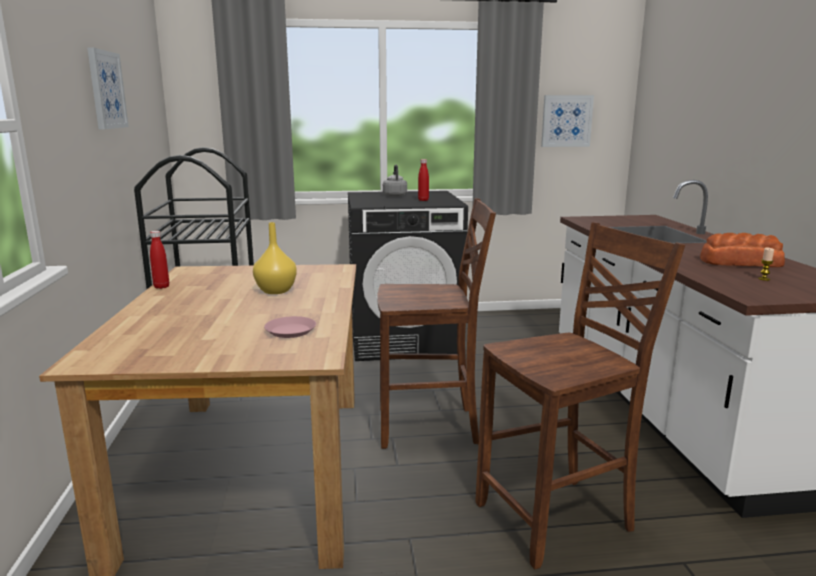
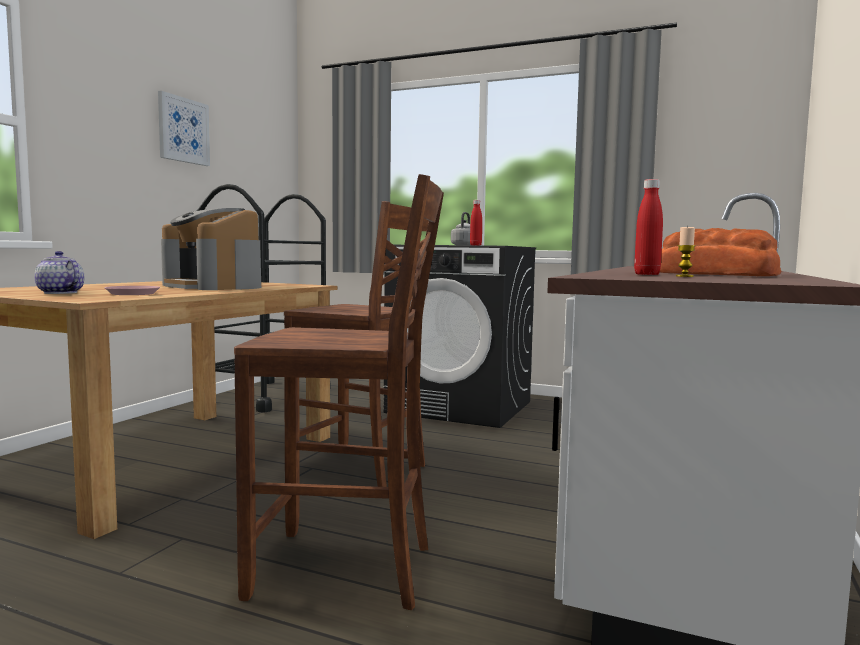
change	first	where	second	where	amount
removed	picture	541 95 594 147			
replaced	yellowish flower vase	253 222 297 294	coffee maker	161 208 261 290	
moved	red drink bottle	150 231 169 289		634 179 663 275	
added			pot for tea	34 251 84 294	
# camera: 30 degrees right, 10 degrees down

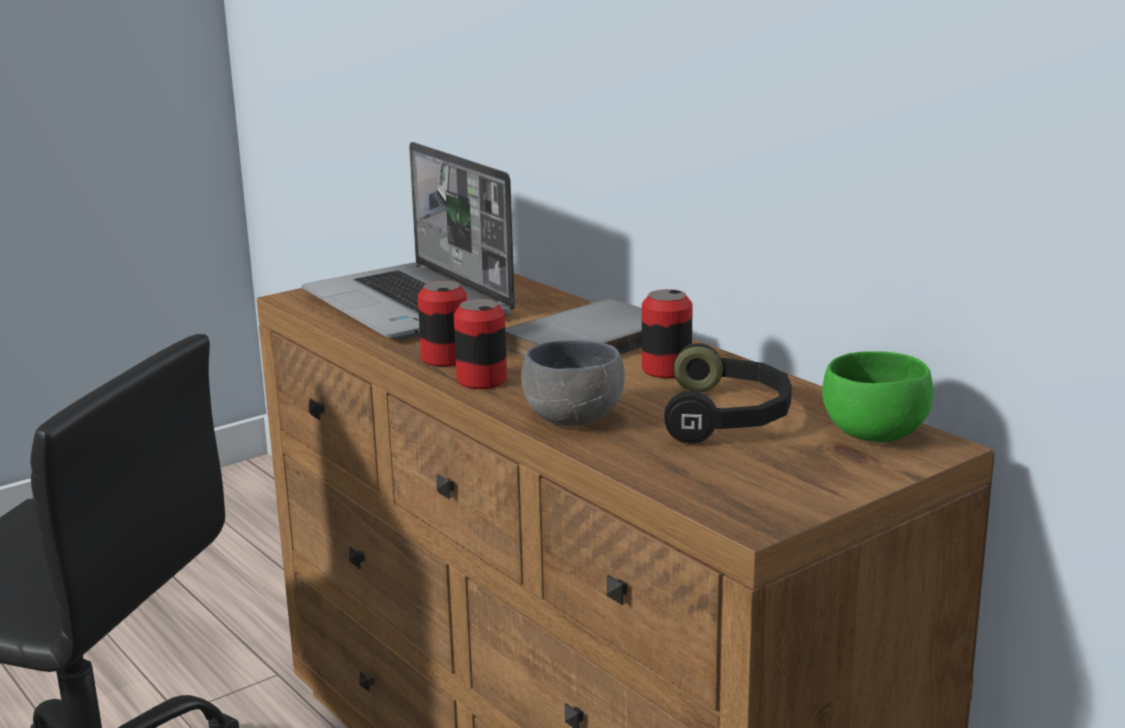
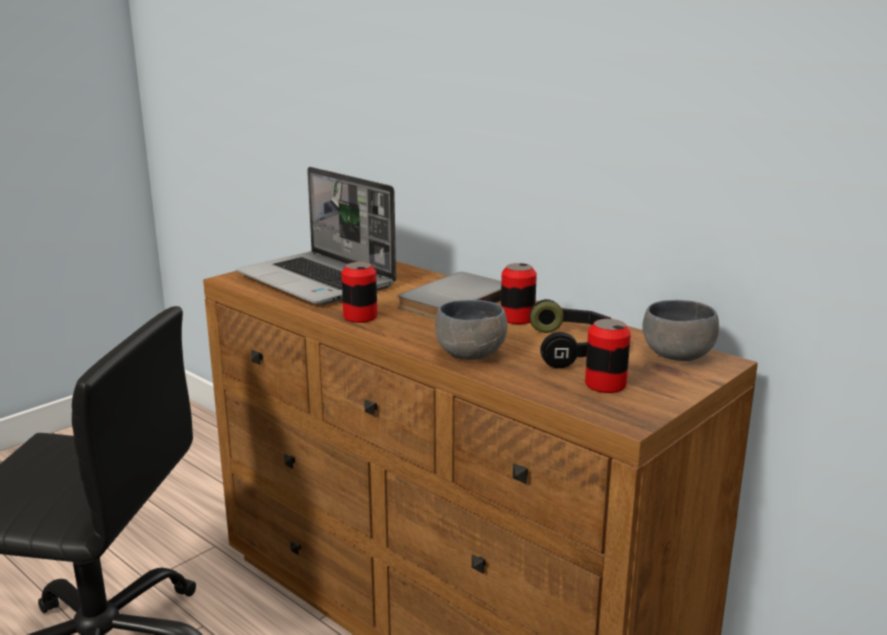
change	first	where	second	where	amount
moved	metal can	454 299 507 389		585 319 631 393	
recoloured	green-coloured serving bowl	822 351 933 442	greyish serving bowl	642 300 719 361	
# camera: 10 degrees left, 0 degrees up

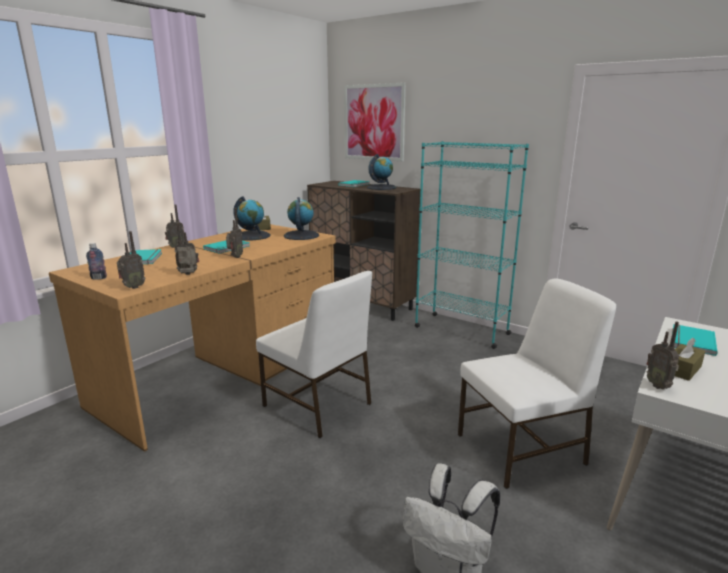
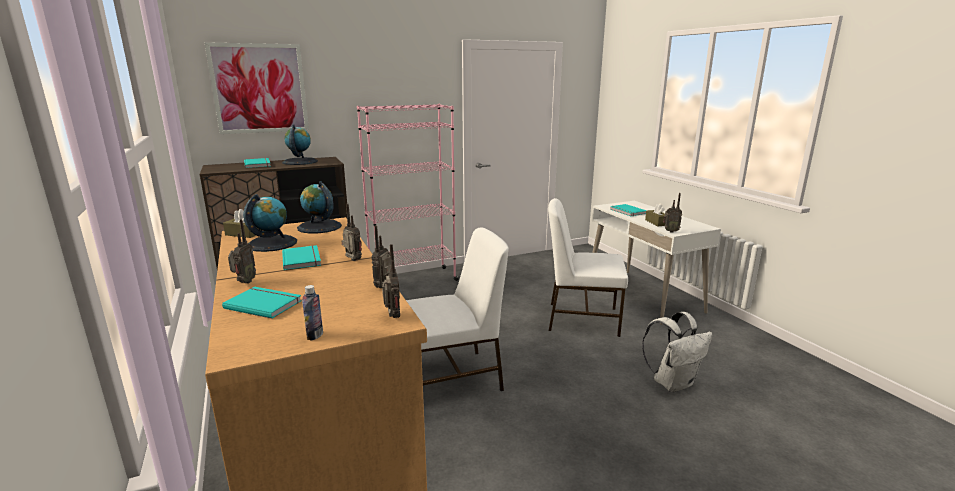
change	first	where	second	where	amount
recoloured	turquoise shelving unit	415 141 529 349	pink shelving unit	357 104 459 281	
turned	white-coloured chair	458 278 616 489		548 198 628 337	90 degrees counterclockwise
# camera: 60 degrees left, 0 degrees up

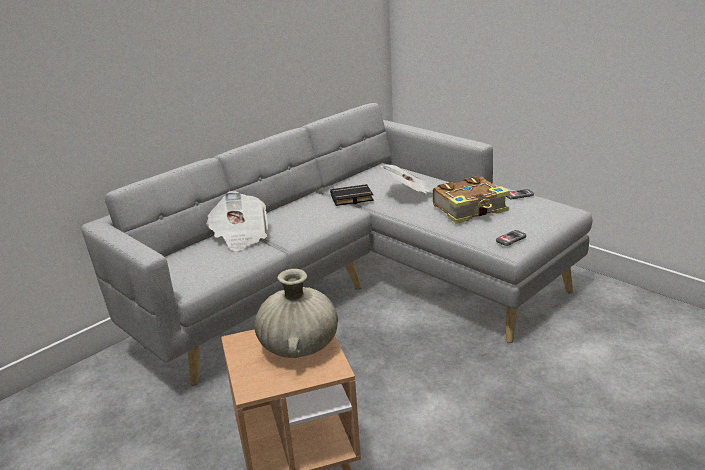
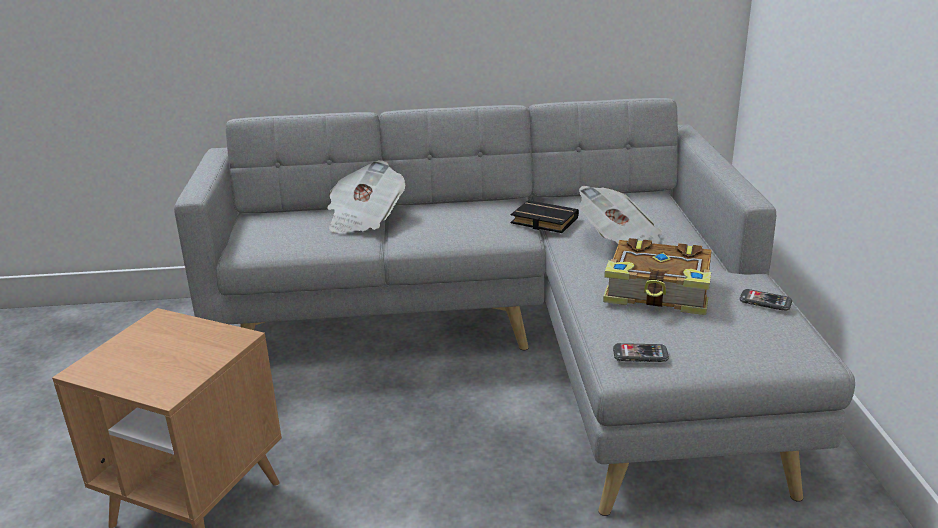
change	first	where	second	where	amount
removed	beige flower vase	254 269 338 358			
# camera: 40 degrees right, 0 degrees up

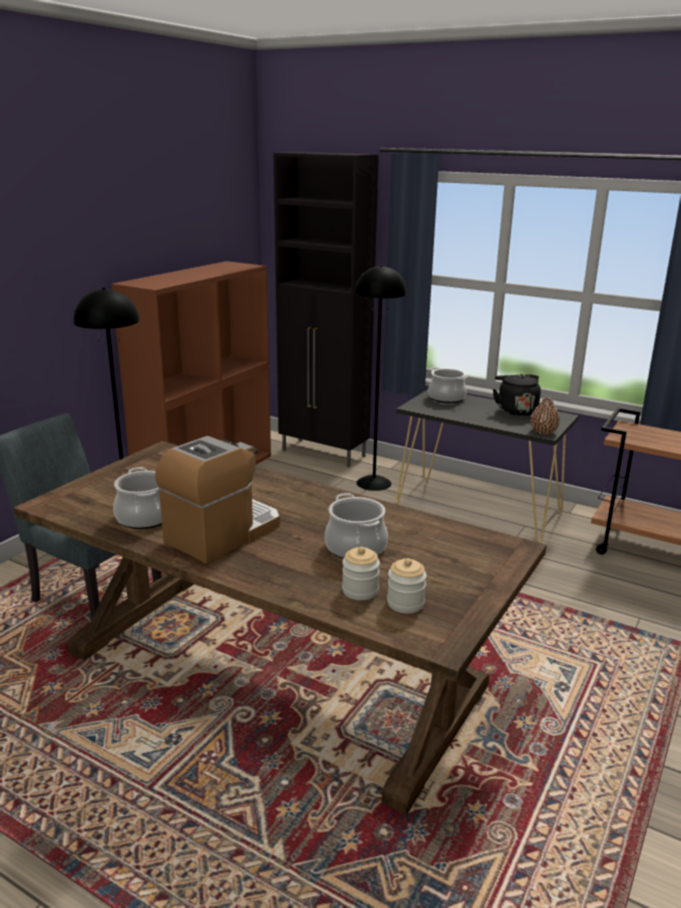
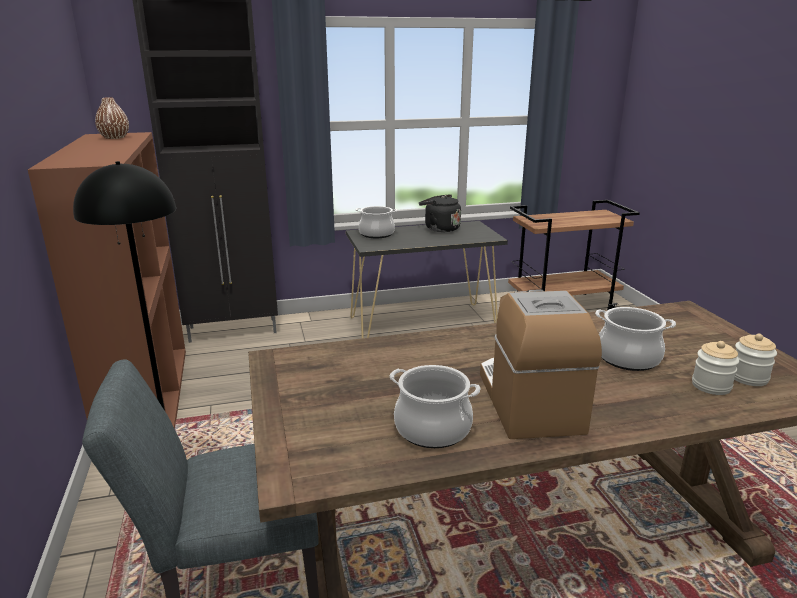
change	first	where	second	where	amount
removed	black-coloured floor lamp	354 265 407 491			
moved	brown flower vase	531 398 560 435		95 97 129 139	
# camera: 45 degrees left, 0 degrees up

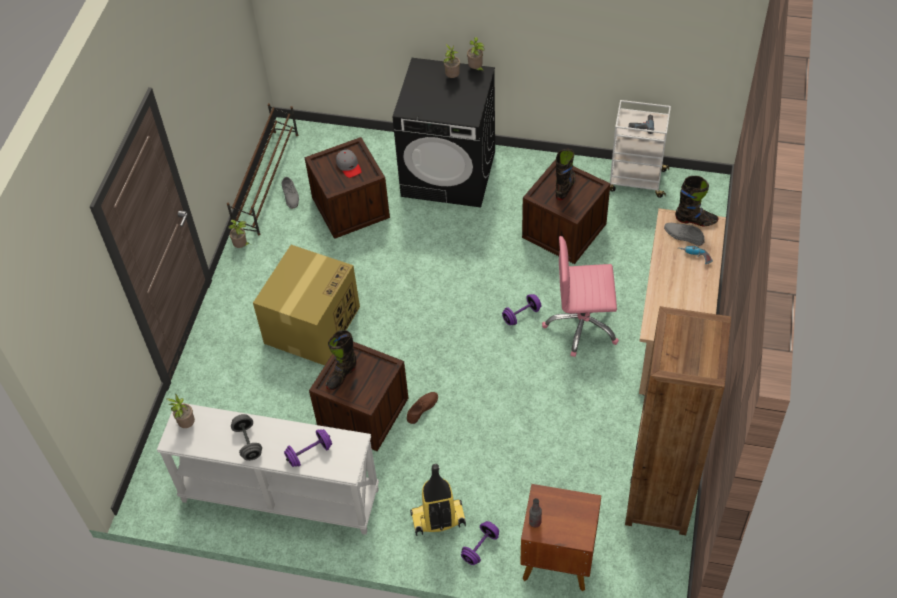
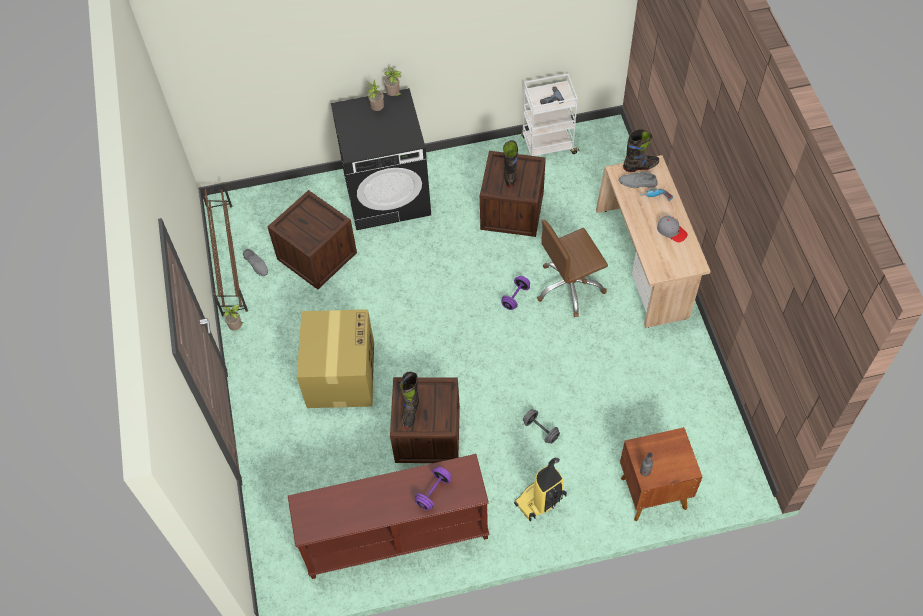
change	first	where	second	where	amount
moved	greyish cap	336 149 362 178		657 216 687 243	
recoloured	pink desk chair	542 236 619 357	brown desk chair	537 220 608 317	
removed	brown shelving unit	625 306 731 535			
removed	brown shoe	407 392 438 424			
removed	plant in a pot	166 393 195 428			
recoloured	white-coloured narrow table	157 403 379 535	brown narrow table	288 454 489 579	
moved	greyish dumbbell	231 414 262 461		523 409 560 444	
removed	purple dumbbell	461 521 499 565			
# camera: 25 degrees left, 5 degrees up

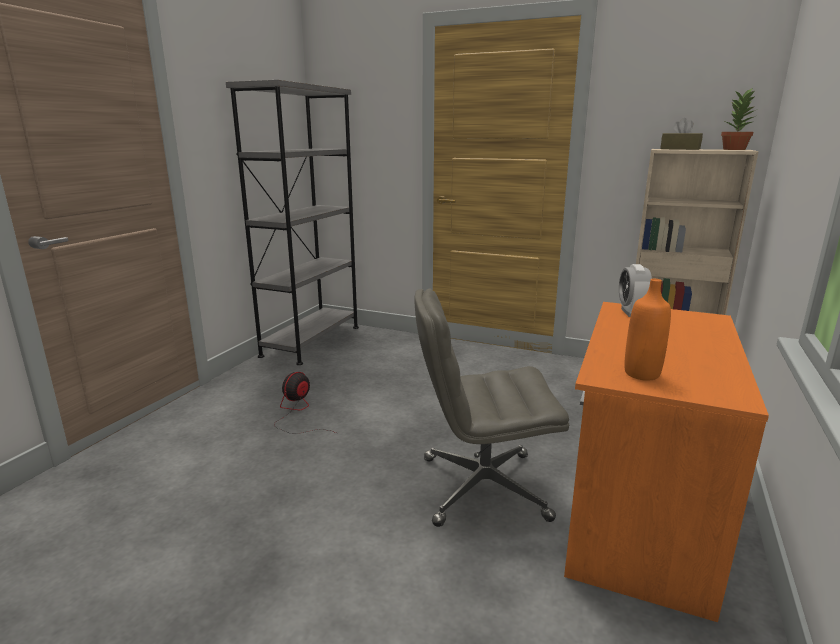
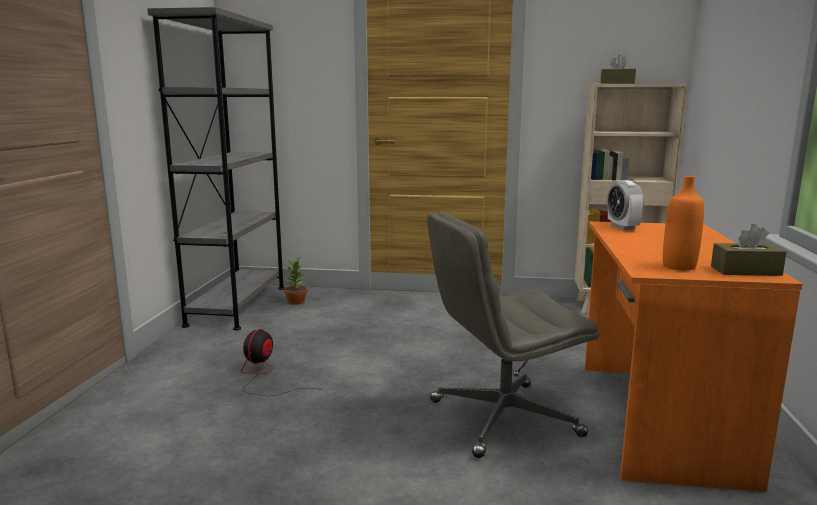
change	first	where	second	where	amount
moved	plant in a pot	721 89 756 150		284 256 307 305	
added			brown tissue holder	711 224 787 276	
# camera: 15 degrees left, 5 degrees down

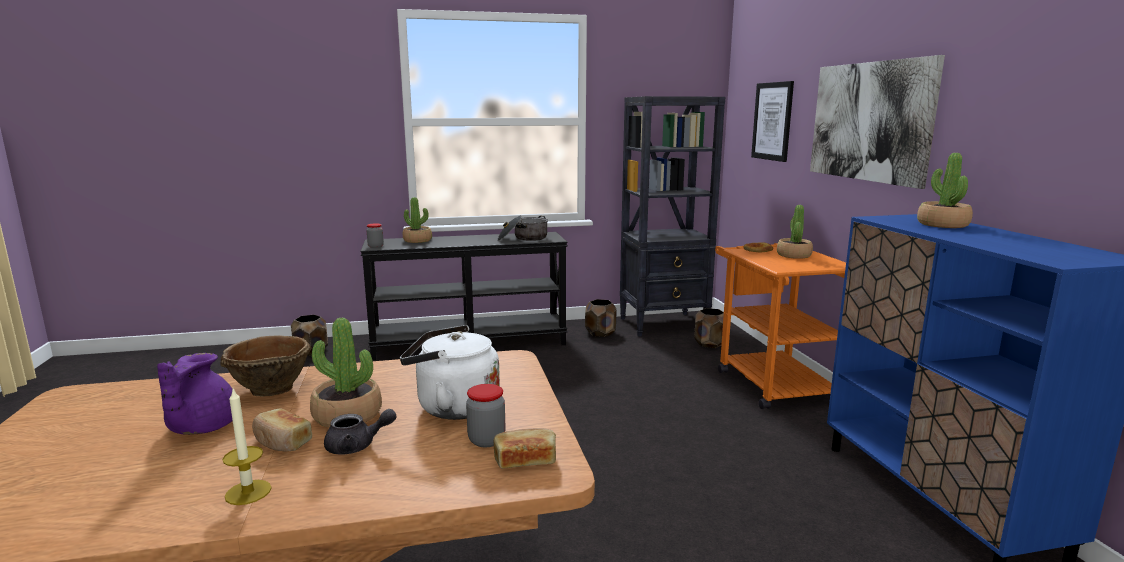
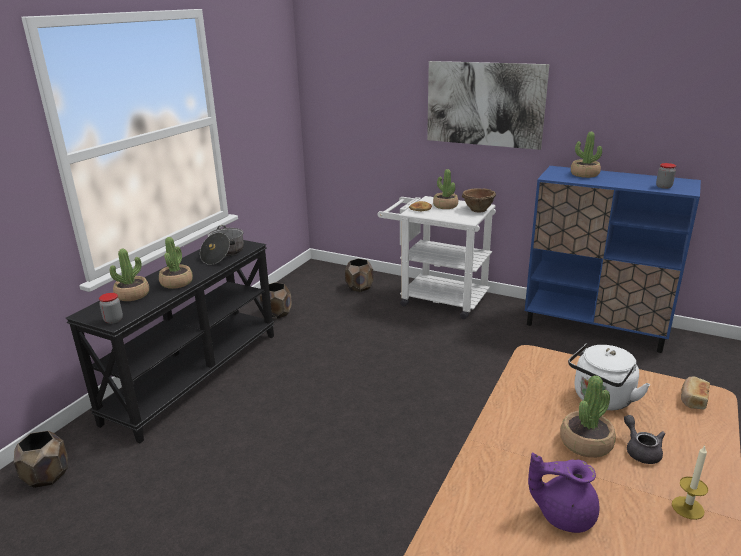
change	first	where	second	where	amount
removed	picture	751 81 794 162			
removed	black-coloured shelving unit	620 96 725 337			
recoloured	orangey wheeled cart	715 243 846 409	white-coloured wheeled cart	377 196 496 319	
moved	brown serving bowl	221 335 311 397		462 188 496 212	
turned	purple pot for tea	157 353 233 435		528 453 599 533	150 degrees clockwise
moved	jar	466 384 506 447		656 163 676 189	
removed	baked bread	252 408 312 452			
turned	greyish pot for tea	324 409 396 454		624 415 665 464	45 degrees counterclockwise
added			plant in a pot	159 237 193 289	
# camera: 50 degrees left, 10 degrees up

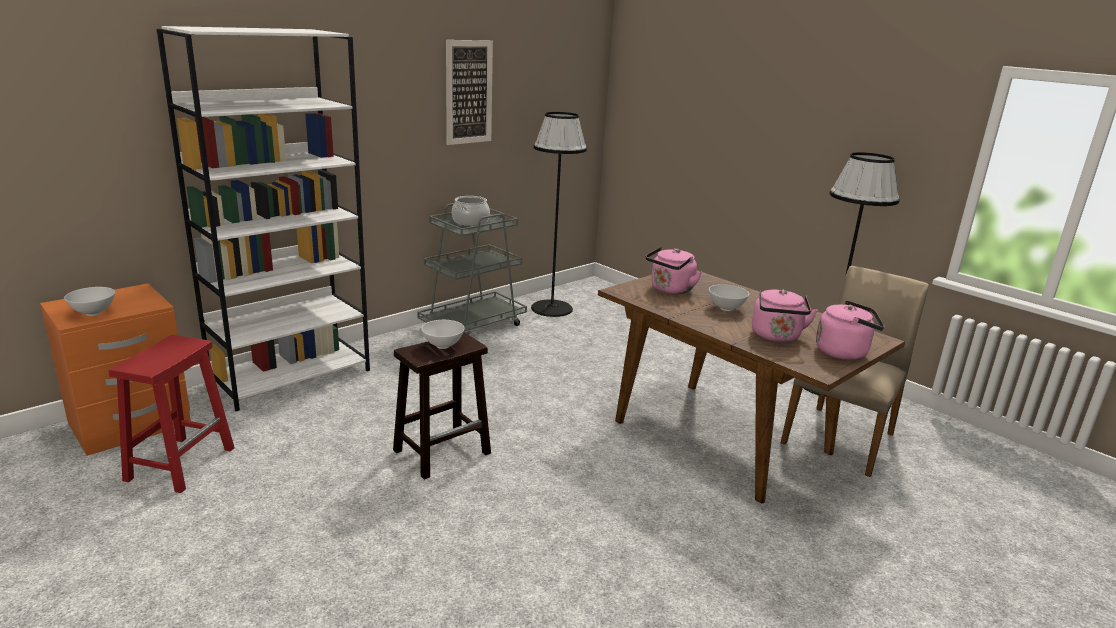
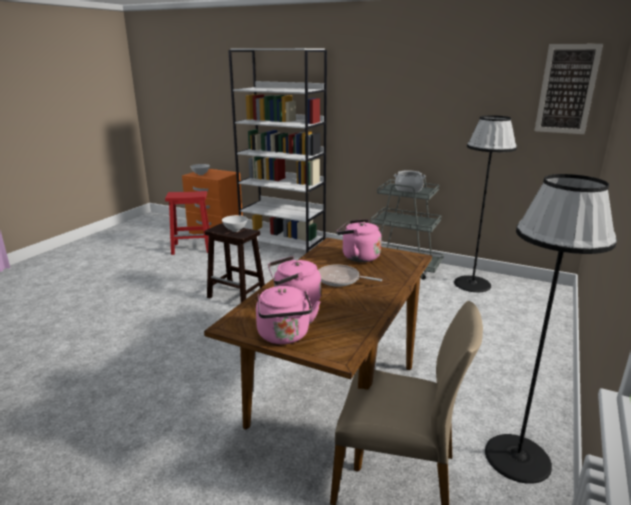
change	first	where	second	where	amount
moved	picture	446 40 493 145		534 44 603 134	
replaced	white-coloured serving bowl	709 284 749 311	skillet	318 264 382 287	
# camera: 70 degrees right, 0 degrees up

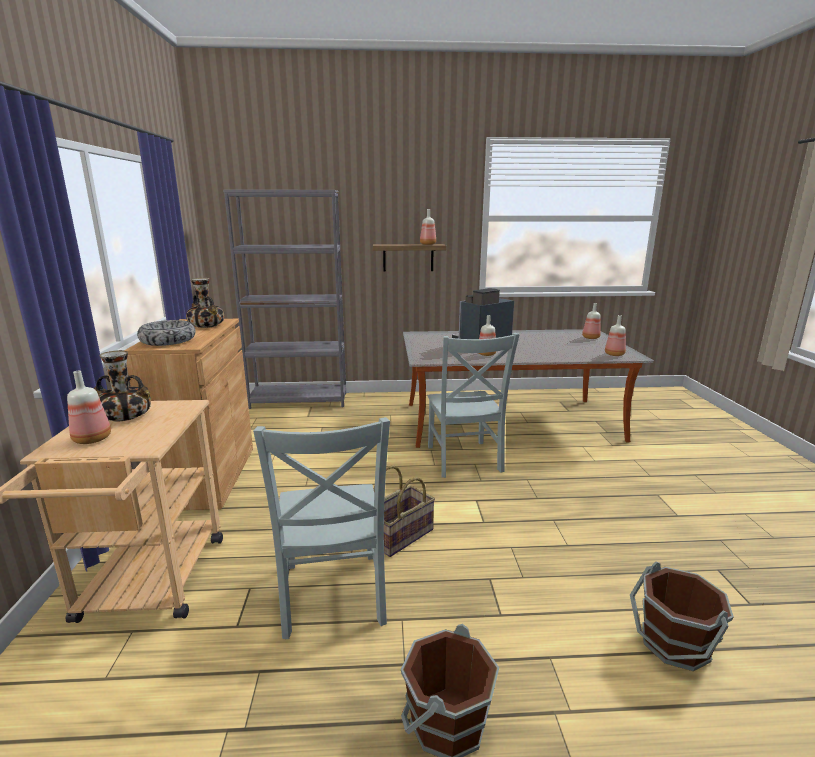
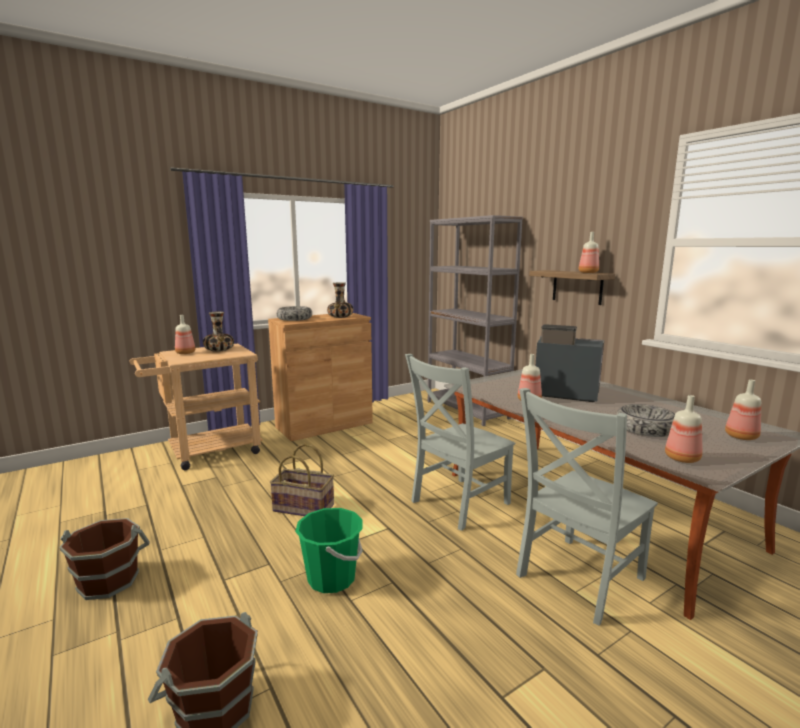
change	first	where	second	where	amount
moved	greyish chair	253 417 390 639		516 388 658 626	
added			serving bowl	616 404 675 437	
added			green-coloured bucket	295 508 363 593	
# camera: 60 degrees right, 5 degrees down

